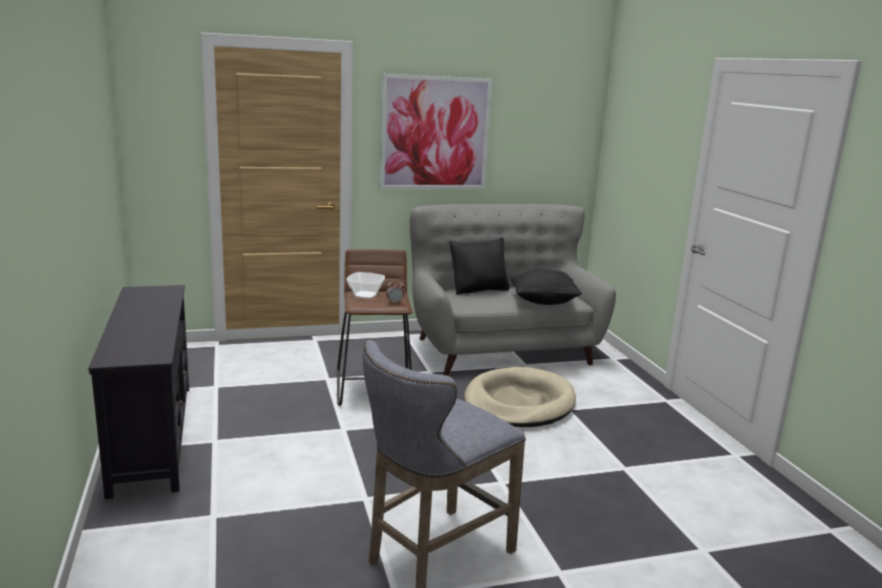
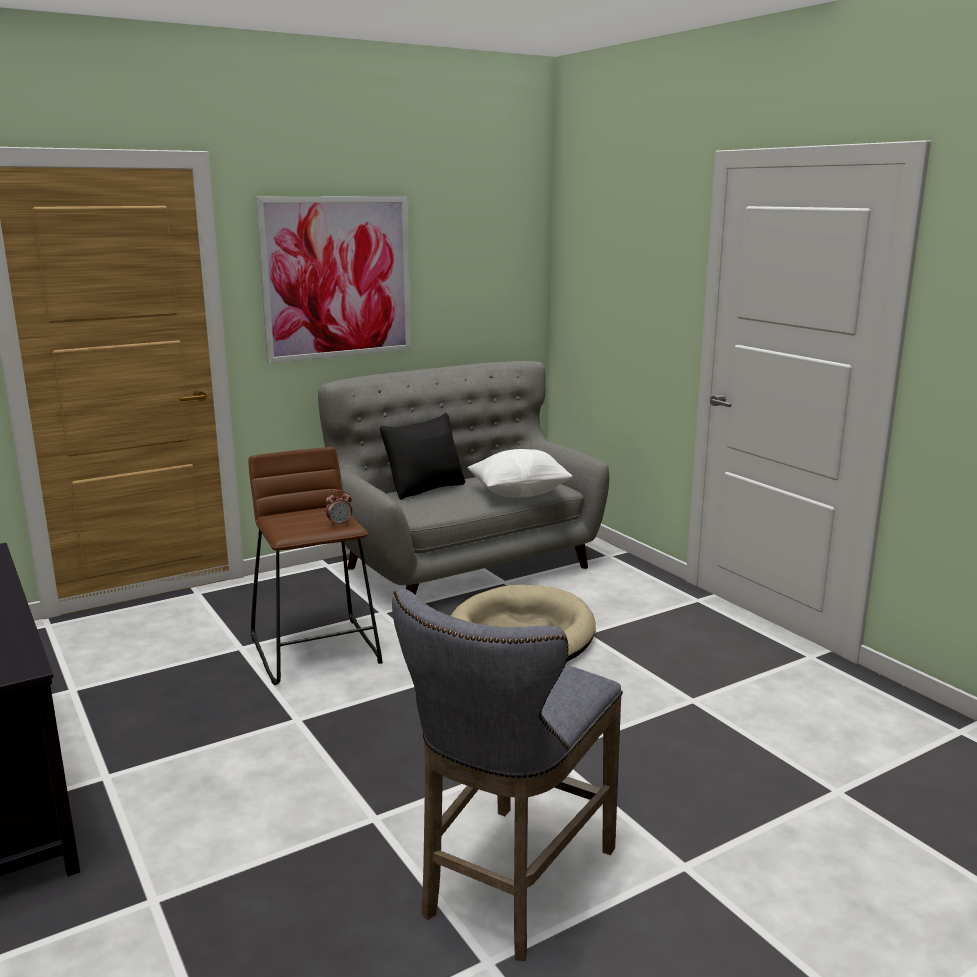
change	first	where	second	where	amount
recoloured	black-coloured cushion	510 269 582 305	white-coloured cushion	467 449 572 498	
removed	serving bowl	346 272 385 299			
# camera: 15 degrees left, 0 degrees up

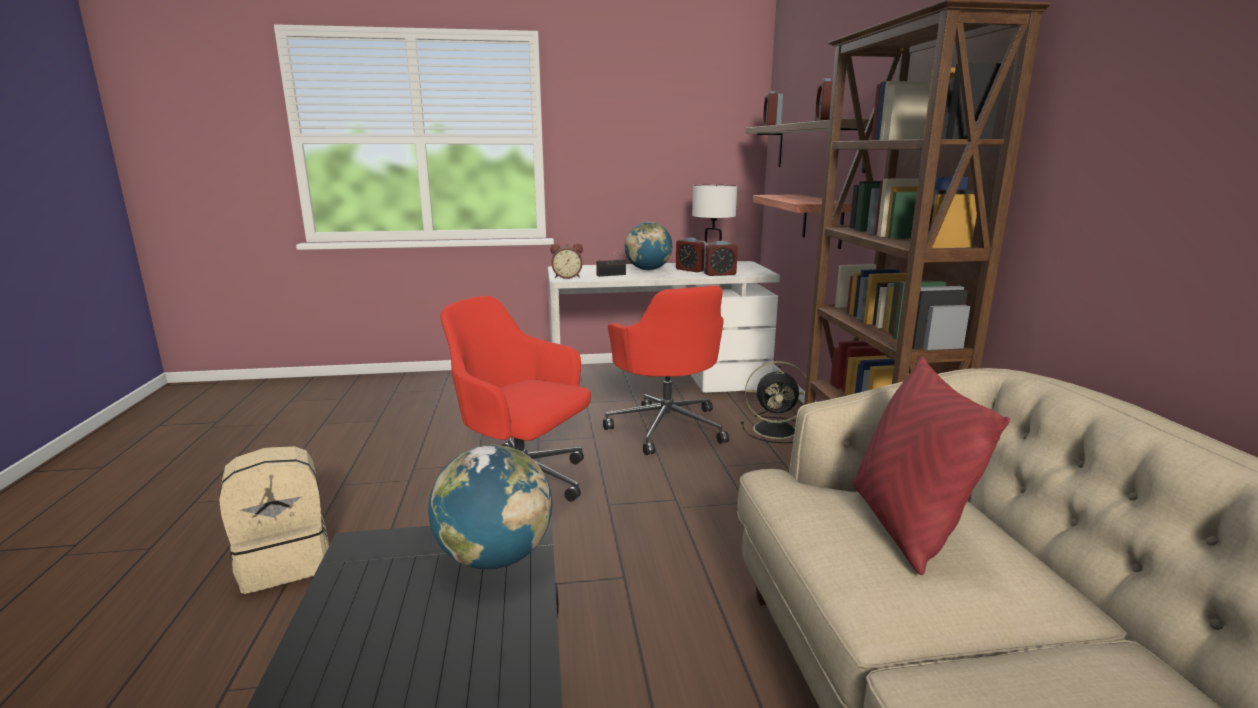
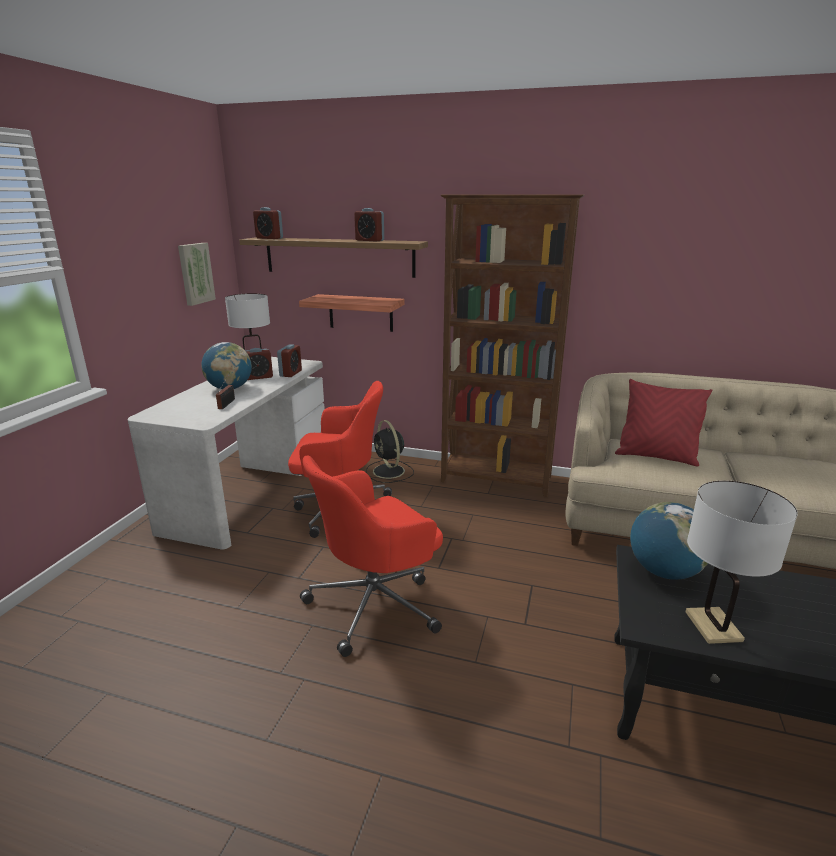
change	first	where	second	where	amount
removed	table clock	550 244 583 279			
turned	black-coloured cooling fan	741 361 807 443		366 420 414 483	120 degrees clockwise
removed	beige knapsack	219 446 329 594			
added			picture	178 243 216 306	
added			white-coloured tabletop lamp	686 480 798 644	
# camera: 65 degrees left, 5 degrees up

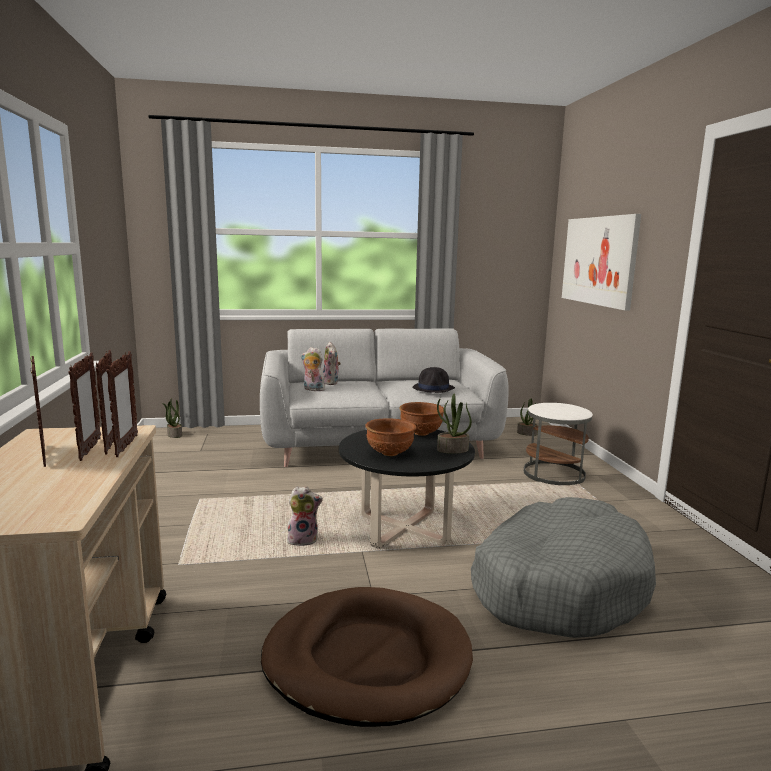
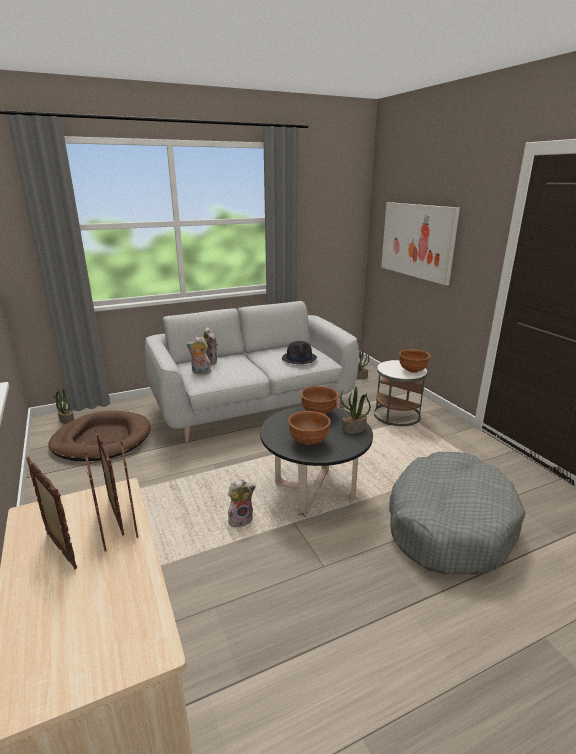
change	first	where	second	where	amount
moved	brown pet bed	261 587 473 727		48 411 151 461	
added			brown serving bowl	399 349 430 373	
# camera: 15 degrees left, 10 degrees up

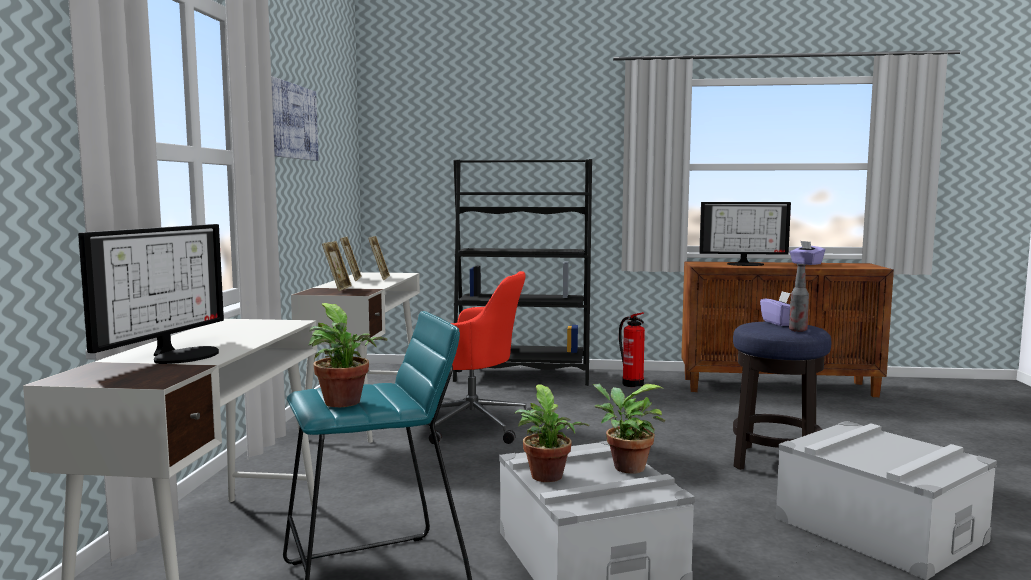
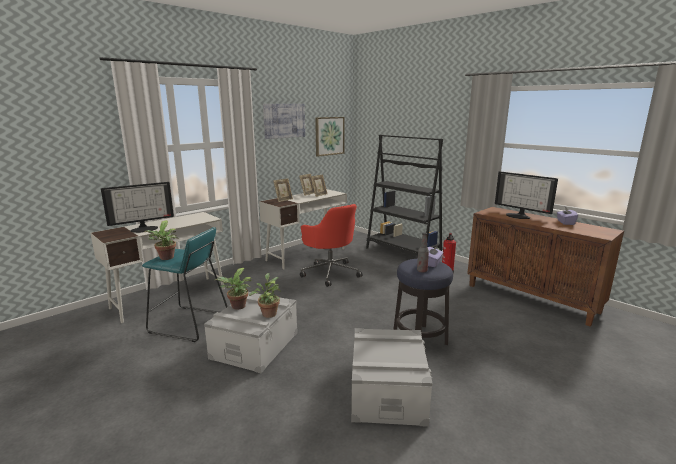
change	first	where	second	where	amount
added			picture	315 117 345 156	
# camera: 40 degrees right, 10 degrees up

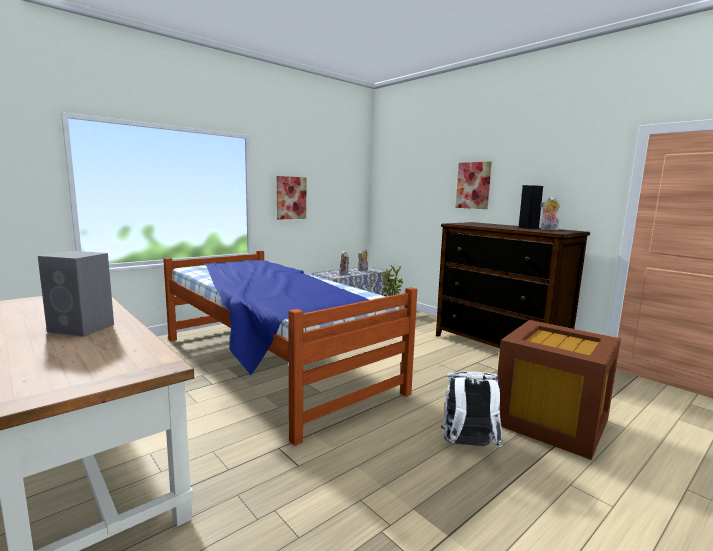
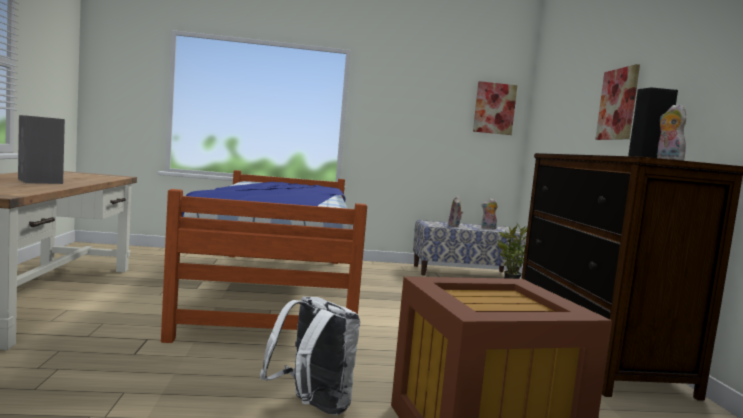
change	first	where	second	where	amount
moved	picture	277 176 306 219		473 81 517 135	
# camera: 35 degrees right, 5 degrees down

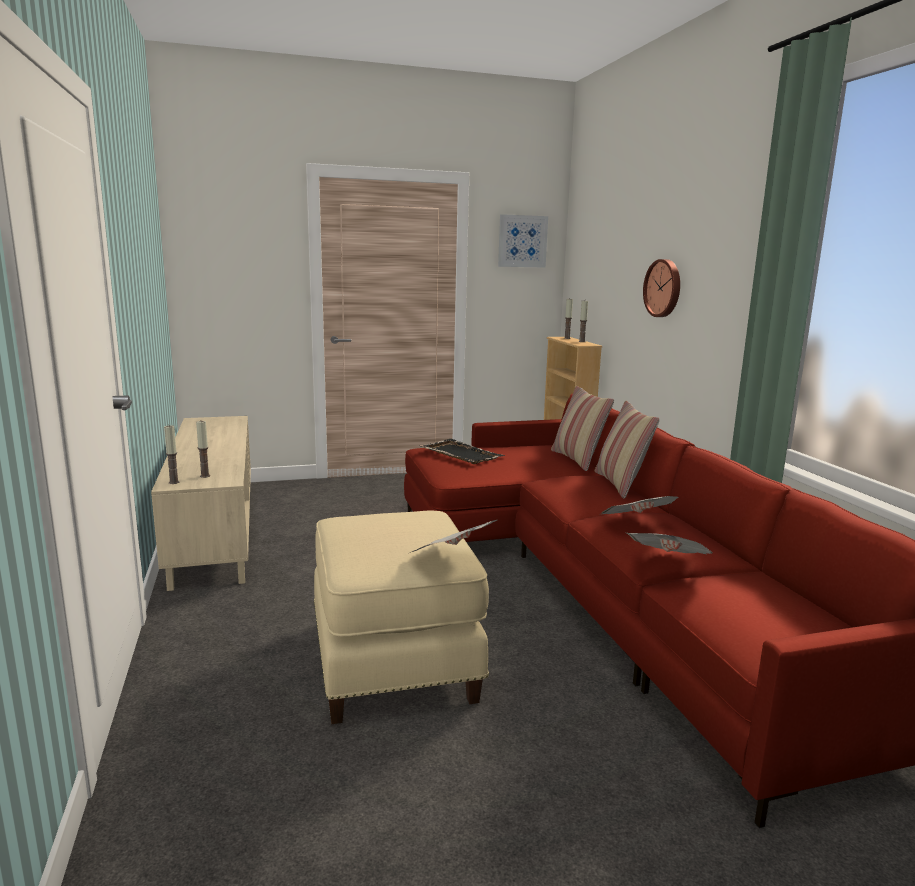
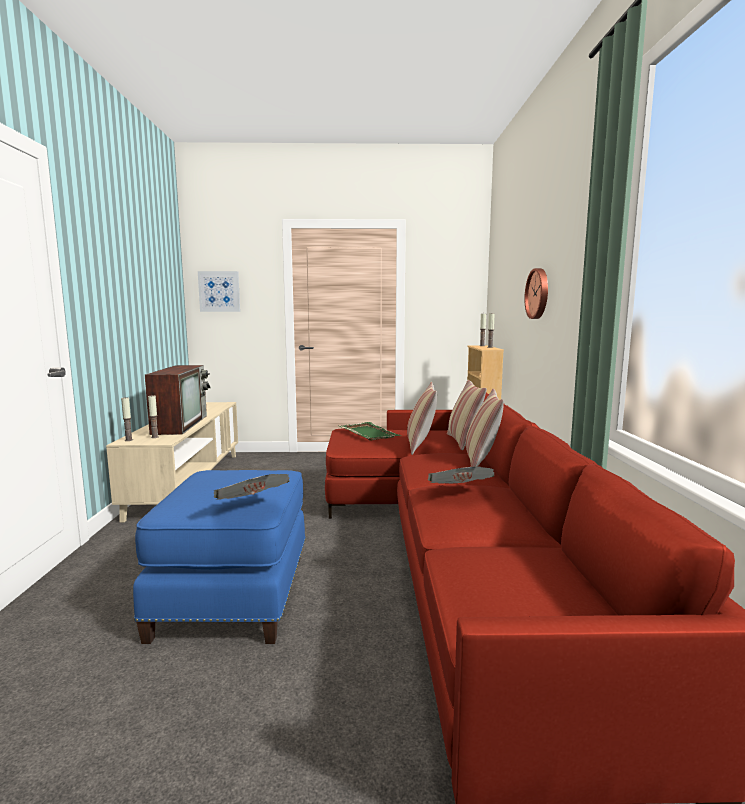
change	first	where	second	where	amount
moved	picture	498 214 548 268		198 271 240 312	
recoloured	black-coloured carrying tray	419 439 505 464	green-coloured carrying tray	338 422 400 441	
recoloured	beige pouffe	314 511 489 724	blue-coloured pouffe	133 470 306 644	
removed	daily paper	627 533 713 554			
added			television	145 365 211 435	
added			cushion	407 382 437 455	
# camera: 15 degrees right, 5 degrees down

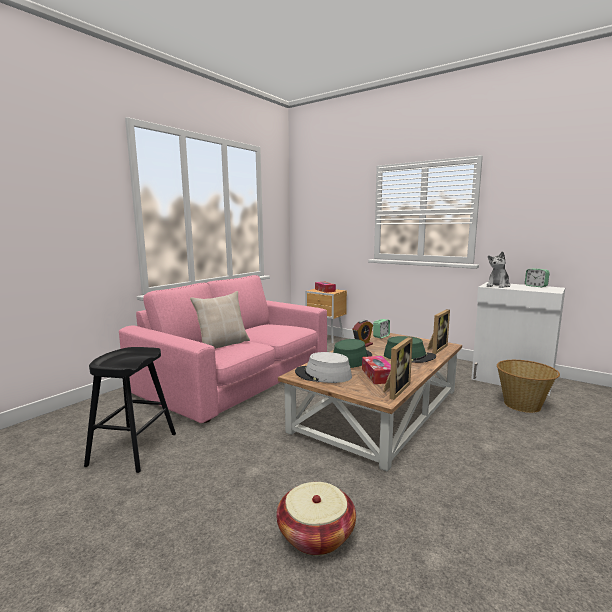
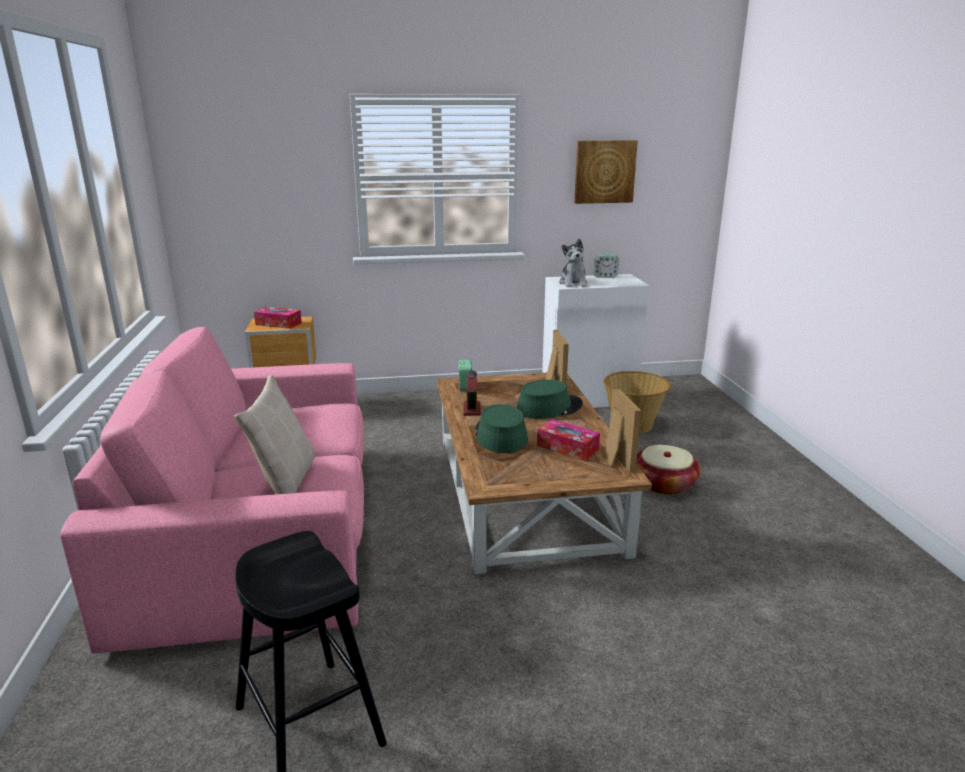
change	first	where	second	where	amount
removed	greyish hat	295 352 352 383			
moved	basket	276 482 356 556		636 445 701 495	
added			picture	574 140 638 204	
# camera: 45 degrees left, 10 degrees up

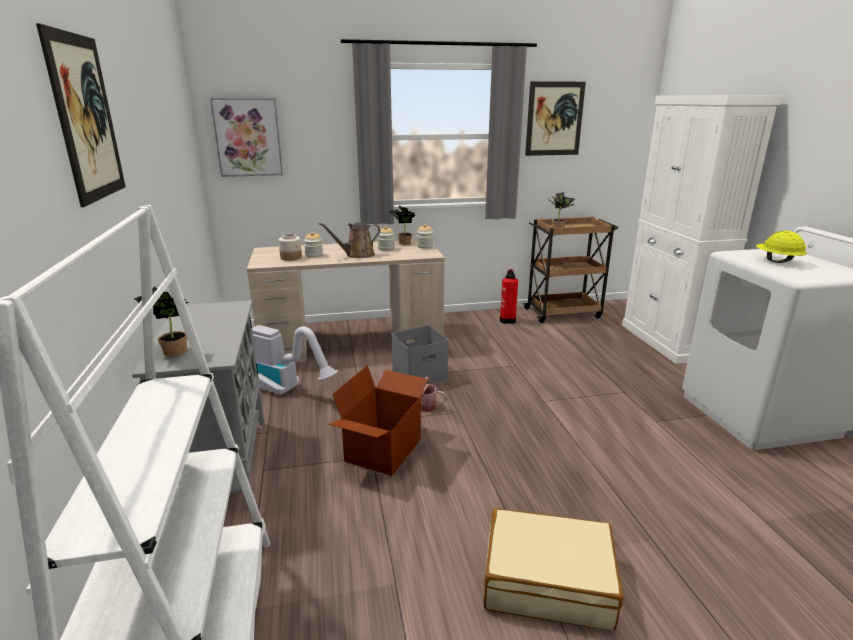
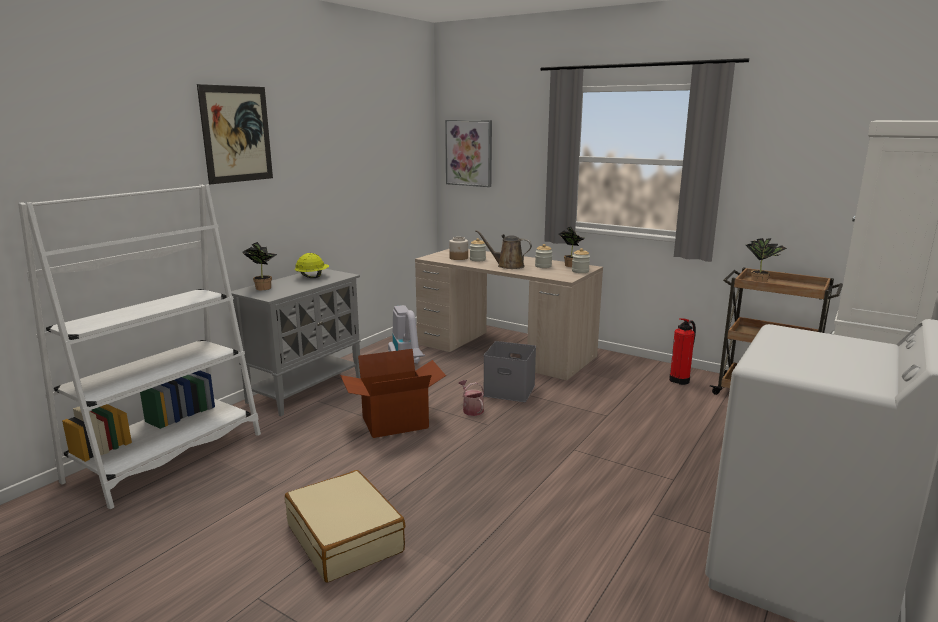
change	first	where	second	where	amount
removed	picture	525 81 586 156			
moved	yellowish hard hat	756 231 807 263		295 253 329 278	
# camera: 45 degrees right, 5 degrees down

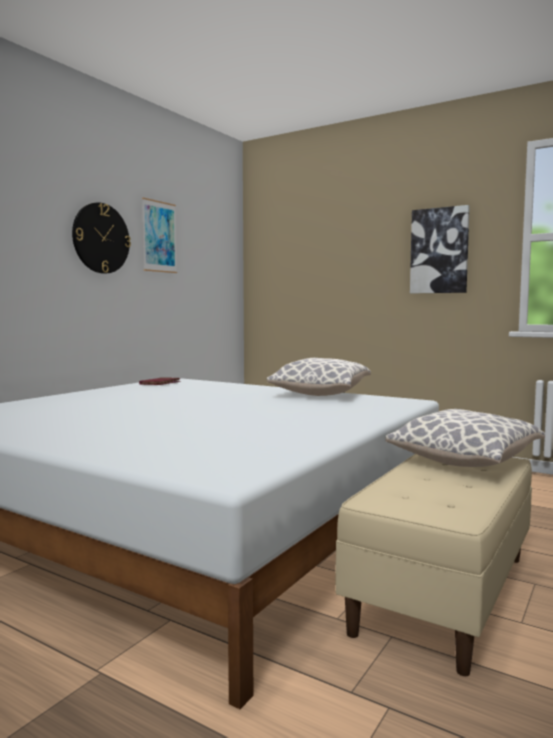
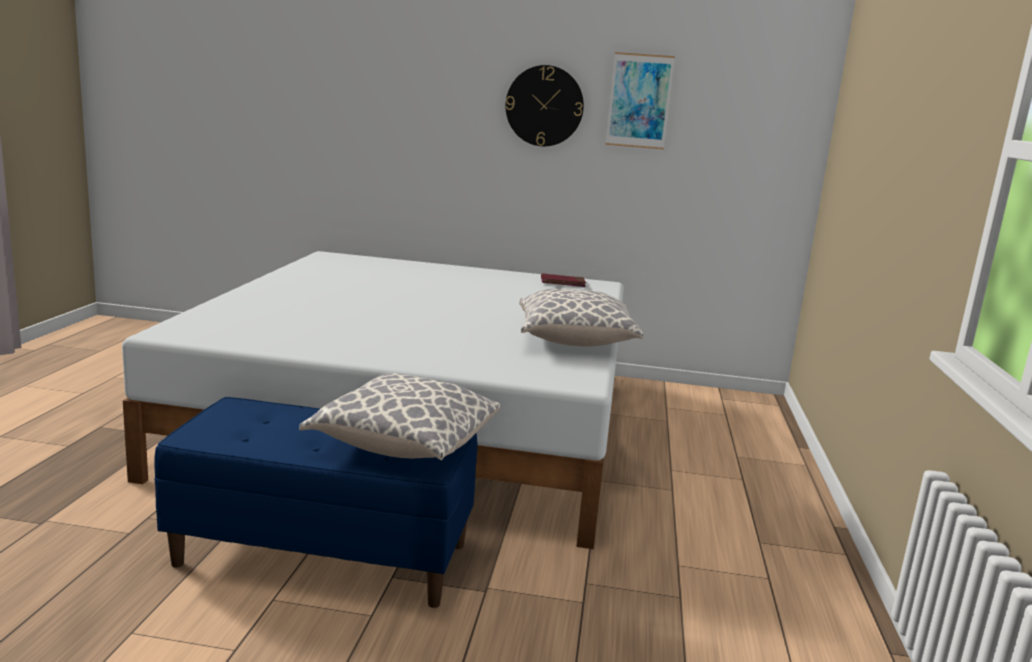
change	first	where	second	where	amount
removed	picture	410 205 470 293			
recoloured	beige bench	335 454 532 676	blue-coloured bench	154 397 478 608	
# camera: 65 degrees right, 10 degrees up

